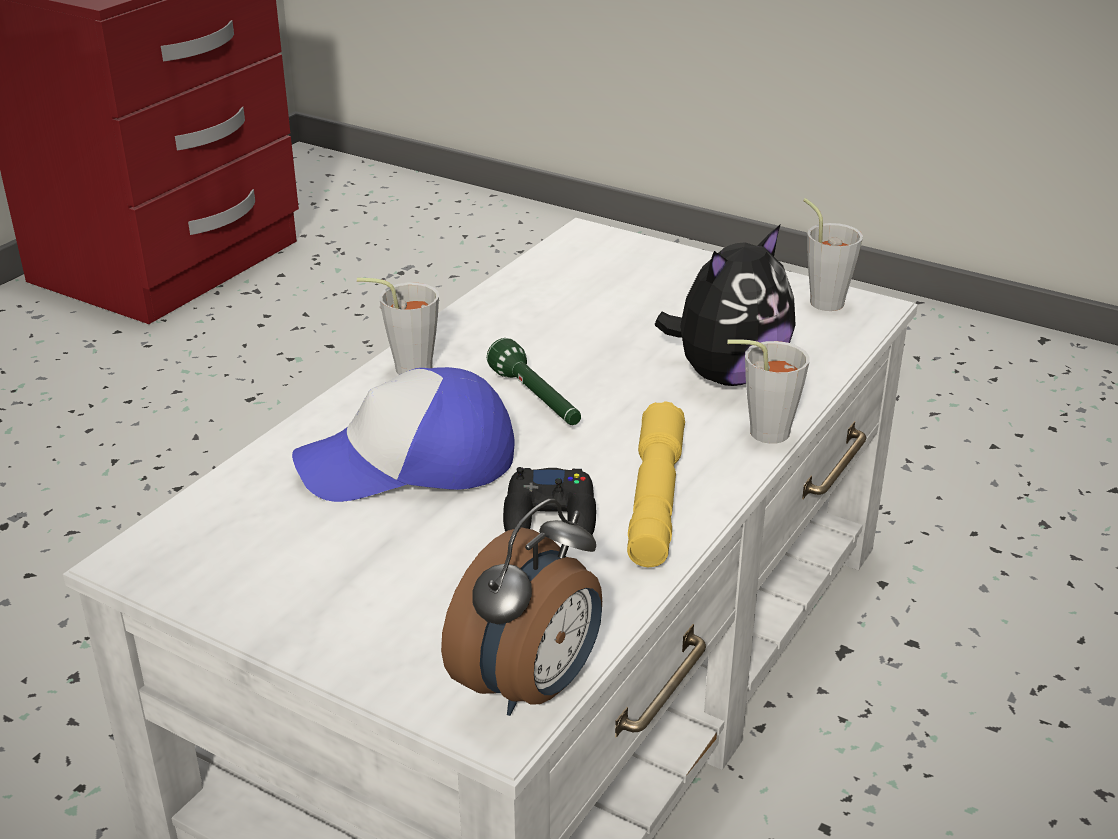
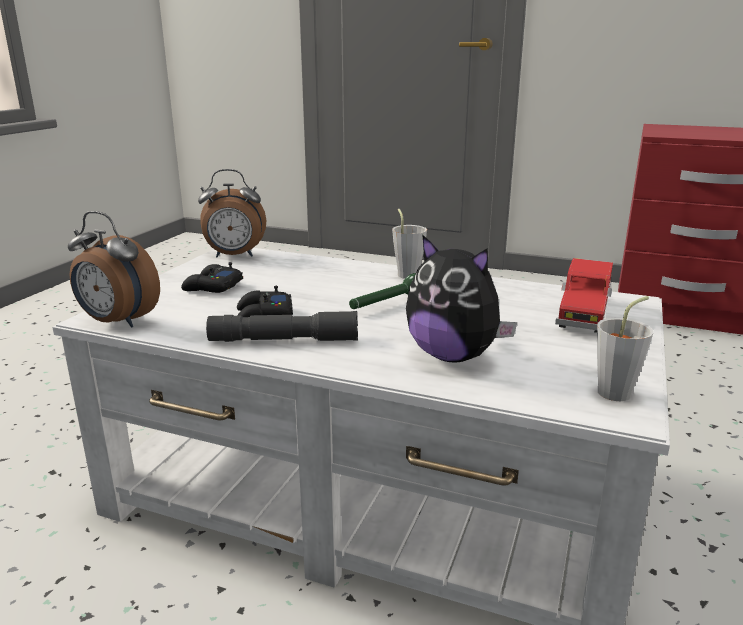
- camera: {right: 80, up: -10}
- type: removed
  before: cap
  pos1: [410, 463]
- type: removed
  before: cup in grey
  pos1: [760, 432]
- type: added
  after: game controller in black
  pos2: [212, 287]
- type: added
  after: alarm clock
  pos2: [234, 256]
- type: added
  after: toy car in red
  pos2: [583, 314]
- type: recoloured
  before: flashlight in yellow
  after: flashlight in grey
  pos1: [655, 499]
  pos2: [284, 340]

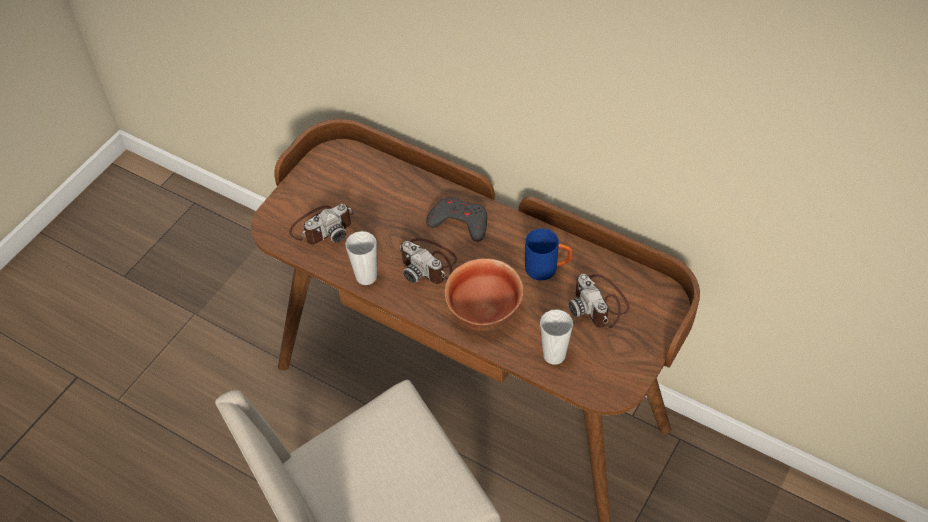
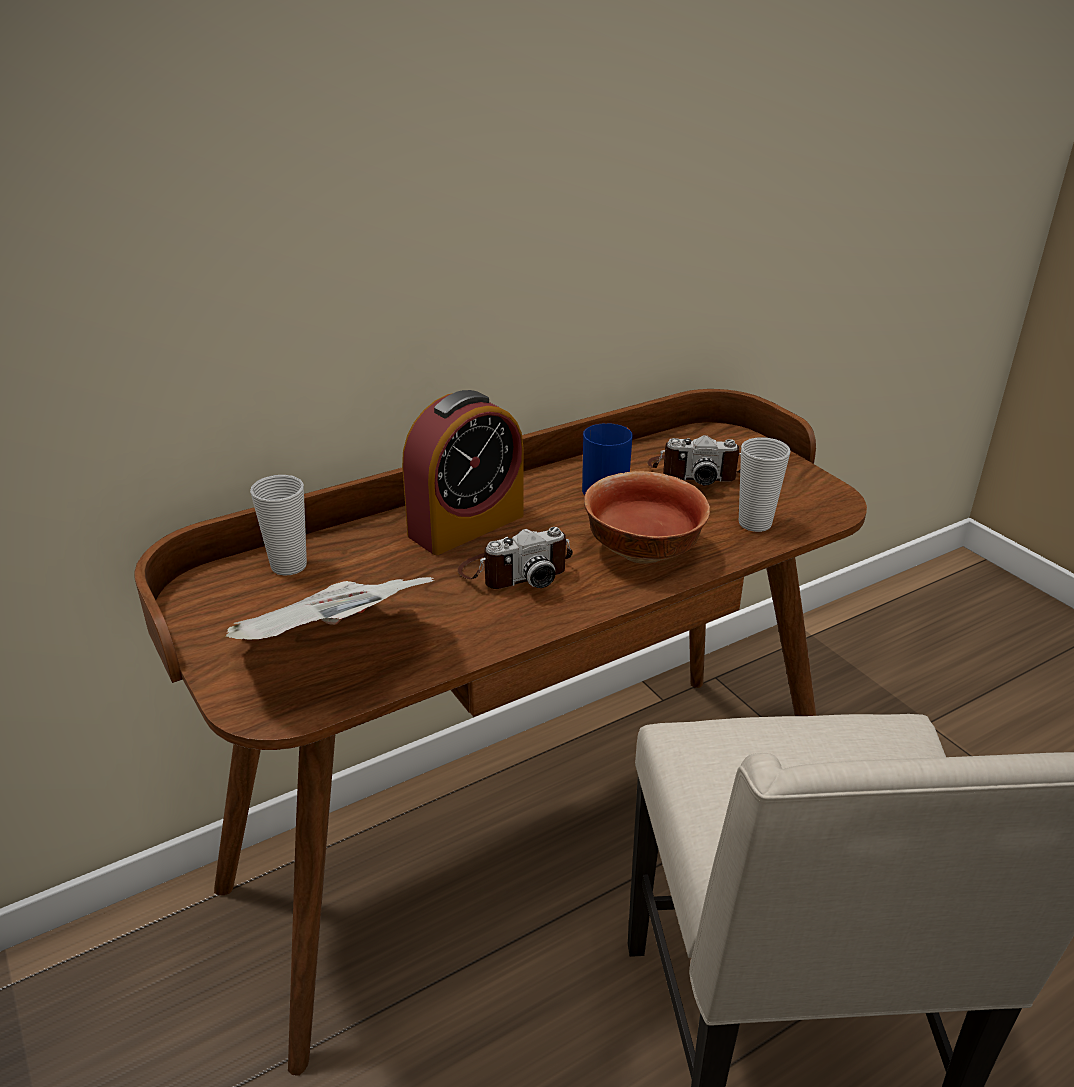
- camera: {right: -65, up: -20}
- type: moved
  before: cup
  pos1: [366, 277]
  pos2: [289, 566]
- type: replaced
  before: photo camera
  after: newspaper
  pos1: [322, 227]
  pos2: [335, 649]
- type: replaced
  before: game controller in grey
  after: alarm clock
  pos1: [459, 222]
  pos2: [466, 525]

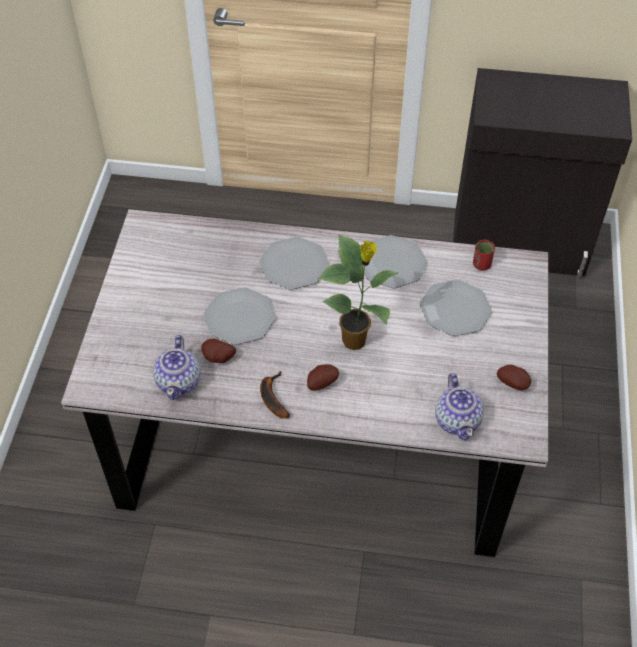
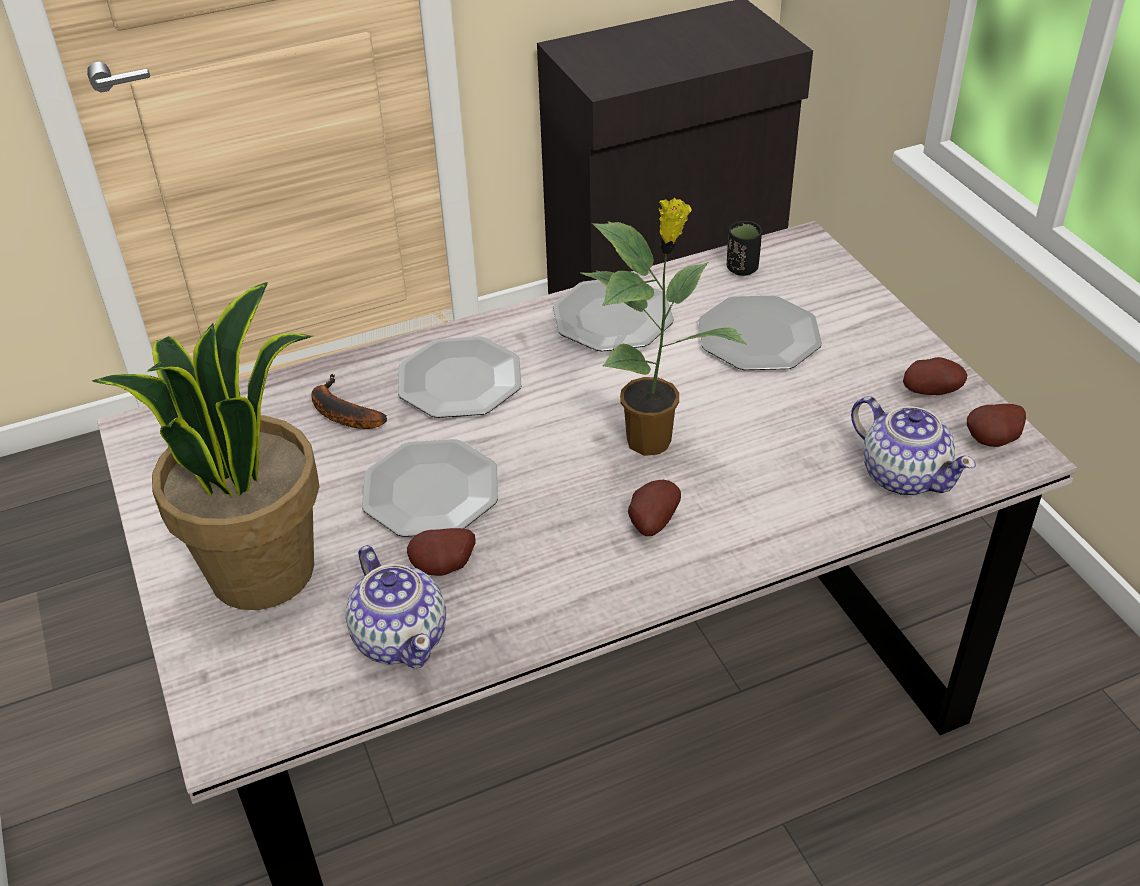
- camera: {right: -30, up: -10}
- type: added
  after: potted plant
  pos2: [262, 569]
- type: added
  after: potato
  pos2: [994, 442]
- type: moved
  before: banana
  pos1: [272, 397]
  pos2: [340, 412]
- type: recoloured
  before: cup in red
  after: cup in black
  pos1: [481, 264]
  pos2: [742, 268]

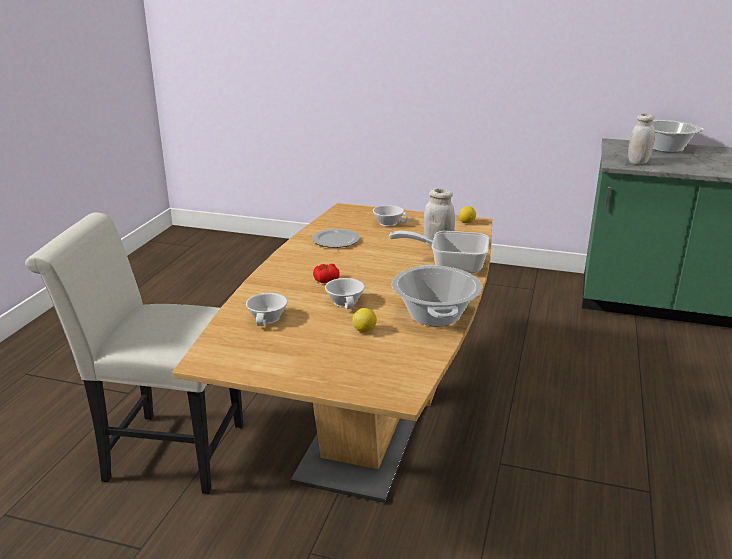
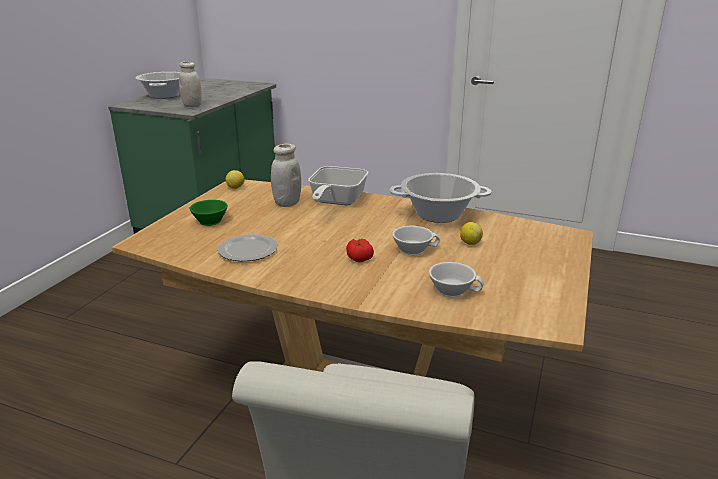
- camera: {right: -85, up: 0}
- type: recoloured
  before: cup in white
  after: cup in green
  pos1: [389, 222]
  pos2: [210, 220]

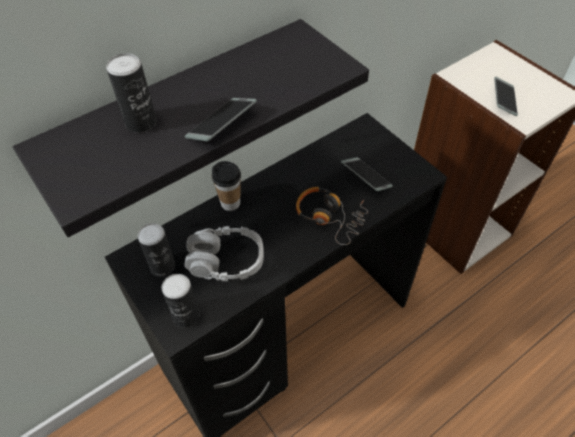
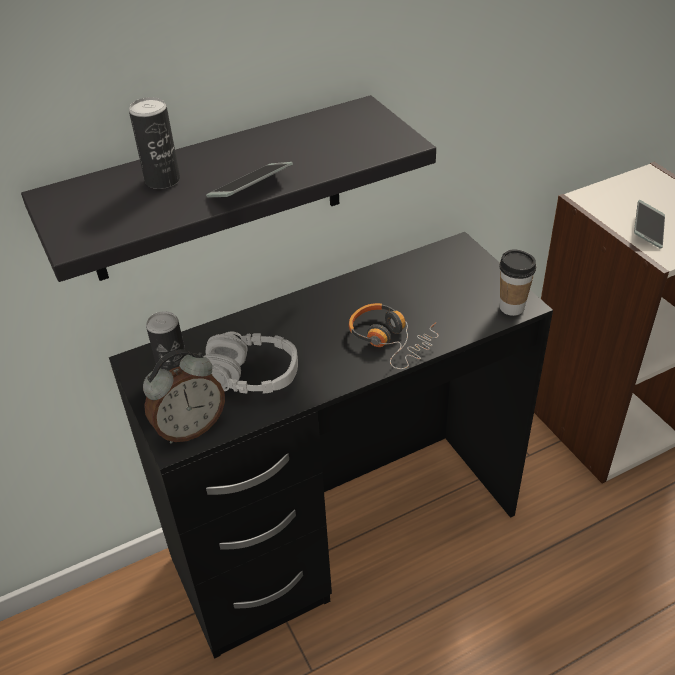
- camera: {right: 10, up: -10}
- type: removed
  before: phone
  pos1: [366, 178]
- type: moved
  before: cup
  pos1: [230, 203]
  pos2: [511, 307]
- type: replaced
  before: can
  after: alarm clock
  pos1: [186, 316]
  pos2: [190, 428]

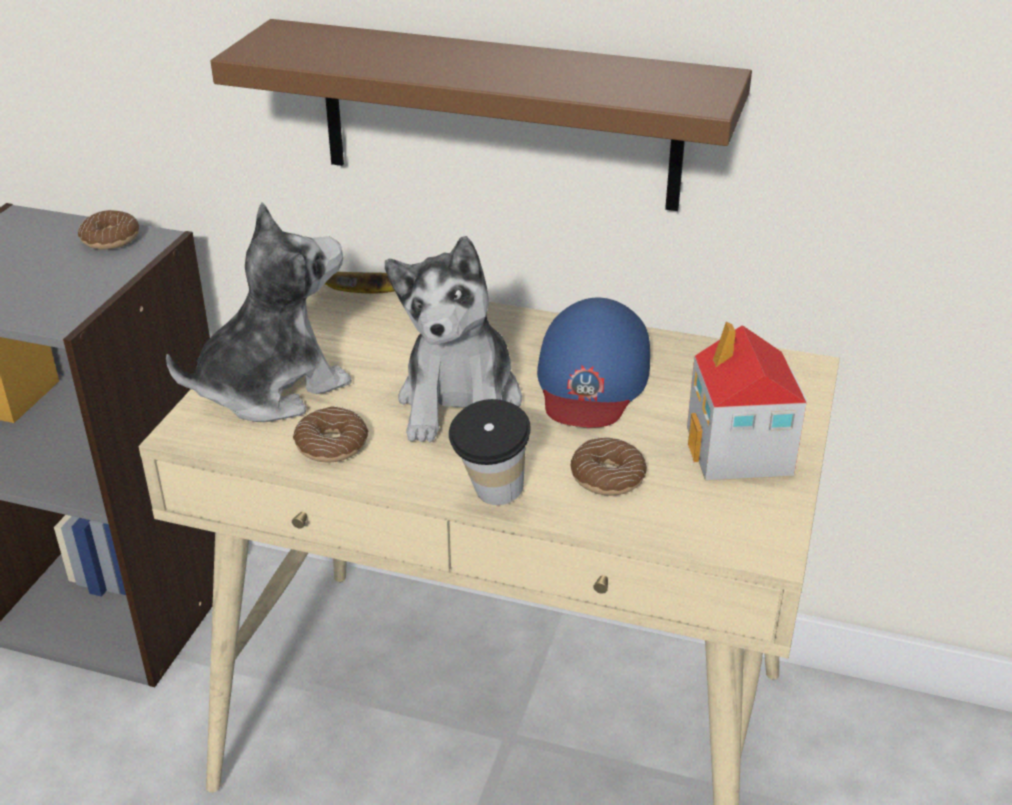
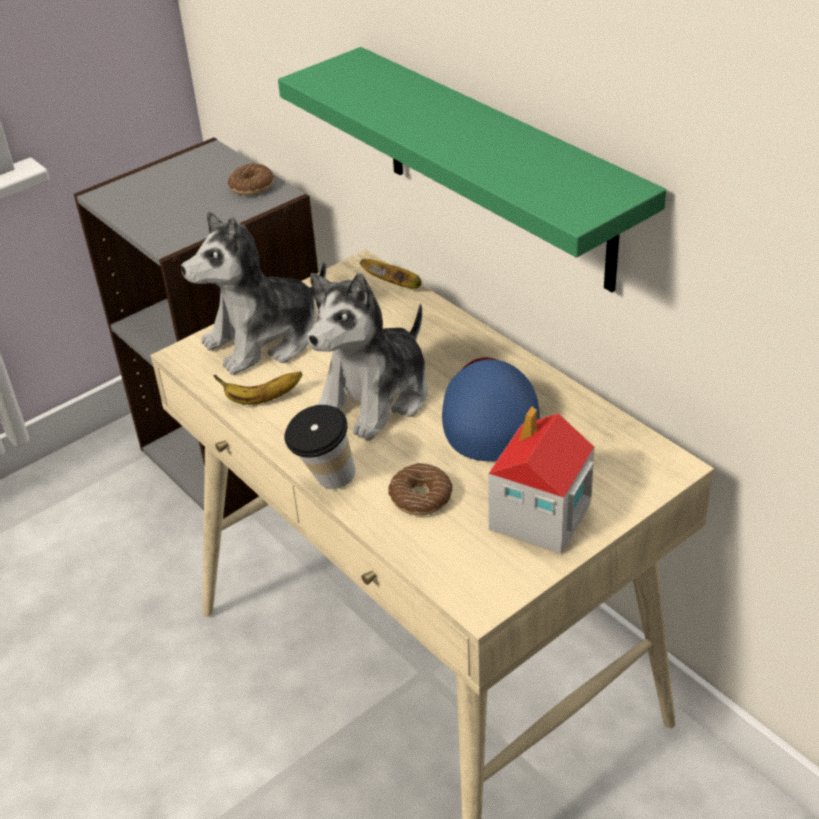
- camera: {right: 35, up: 5}
- type: replaced
  before: donut
  after: banana
  pos1: [331, 445]
  pos2: [262, 399]
- type: recoloured
  before: shelf in brown
  after: shelf in green
  pos1: [499, 116]
  pos2: [497, 169]
- type: turned
  before: plush toy
  pos1: [271, 388]
  pos2: [264, 340]
  turn: 150
- type: turned
  before: cap in blue
  pos1: [591, 378]
  pos2: [489, 412]
  turn: 135

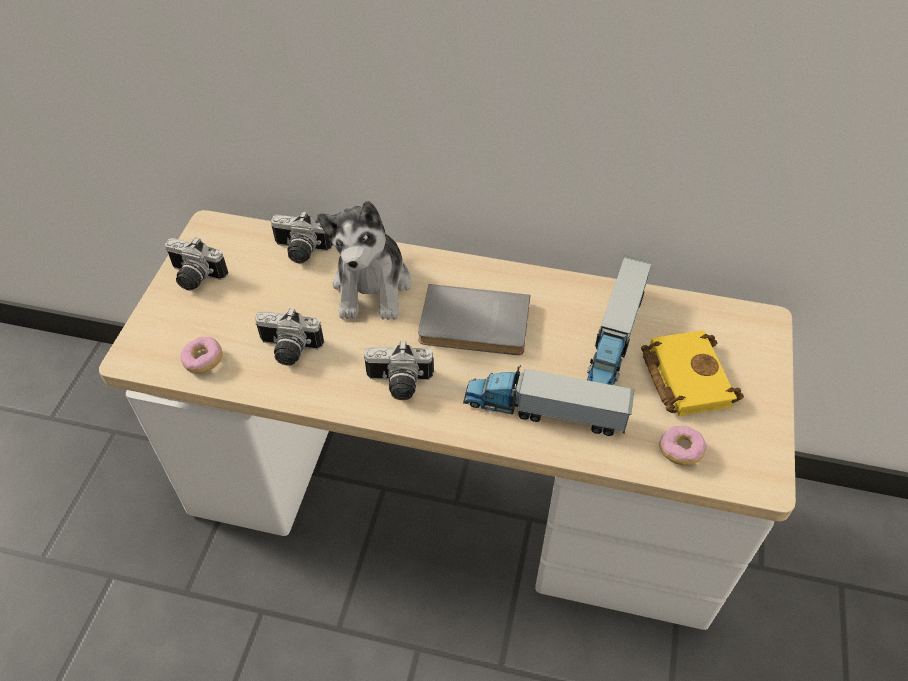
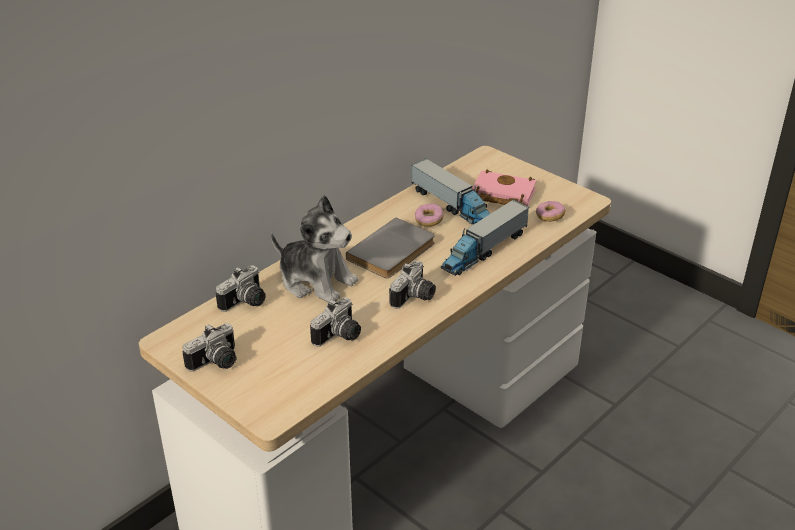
- camera: {right: -60, up: -15}
- type: moved
  before: donut
  pos1: [203, 361]
  pos2: [428, 220]
- type: recoloured
  before: book in yellow
  after: book in pink
  pos1: [684, 376]
  pos2: [501, 195]

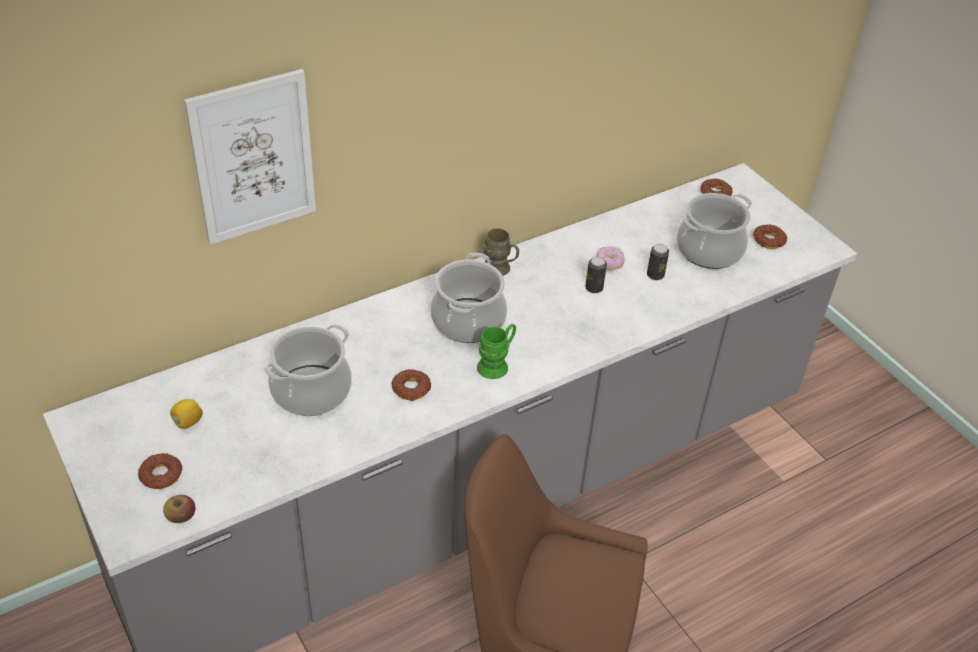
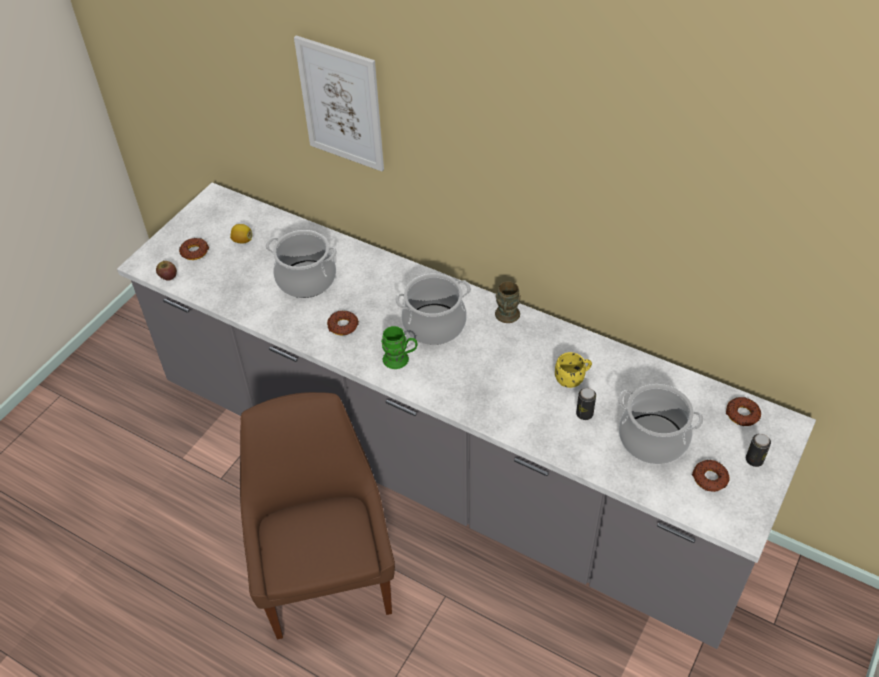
- camera: {right: 65, up: 5}
- type: moved
  before: can
  pos1: [594, 288]
  pos2: [754, 460]
- type: replaced
  before: donut
  after: mug in yellow
  pos1: [609, 263]
  pos2: [573, 378]

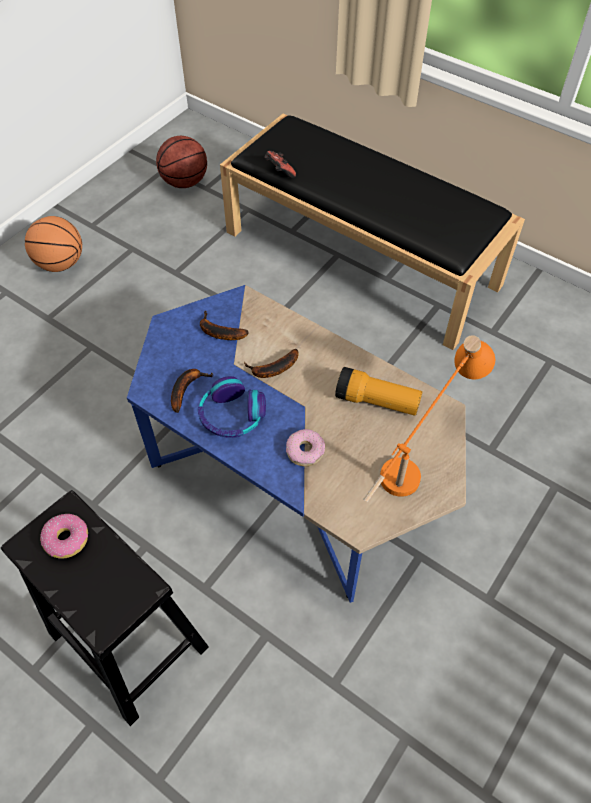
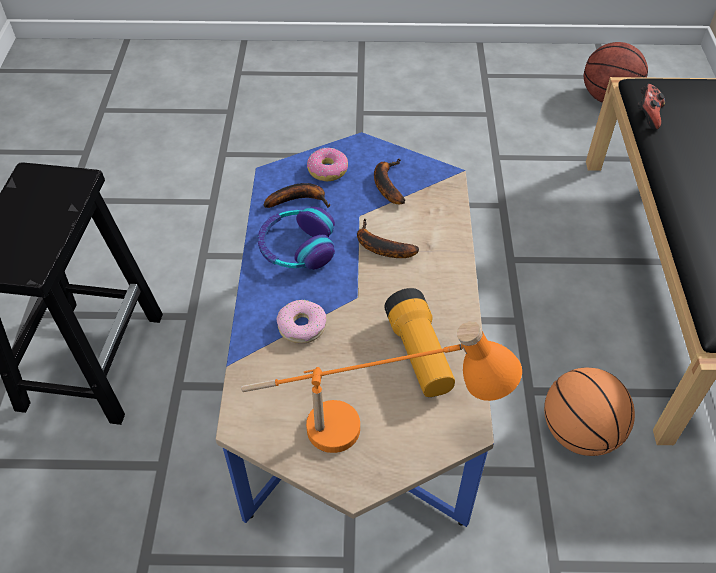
- camera: {right: 55, up: -5}
- type: moved
  before: basketball
  pos1: [61, 264]
  pos2: [579, 433]
- type: moved
  before: donut
  pos1: [67, 539]
  pos2: [328, 170]

